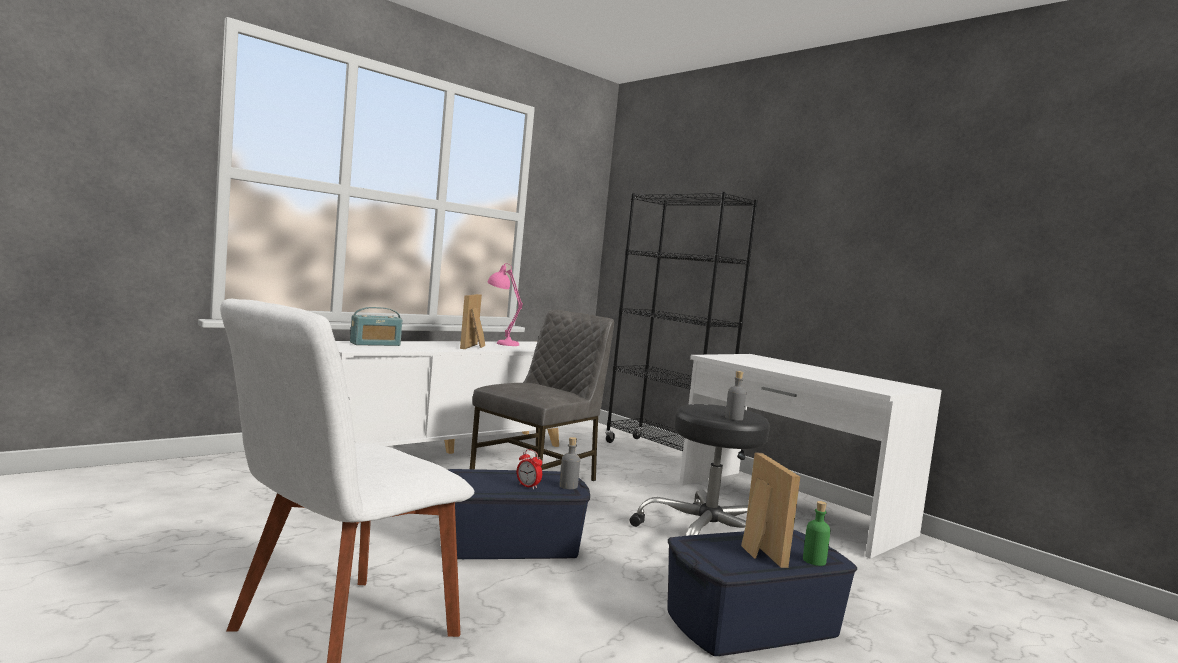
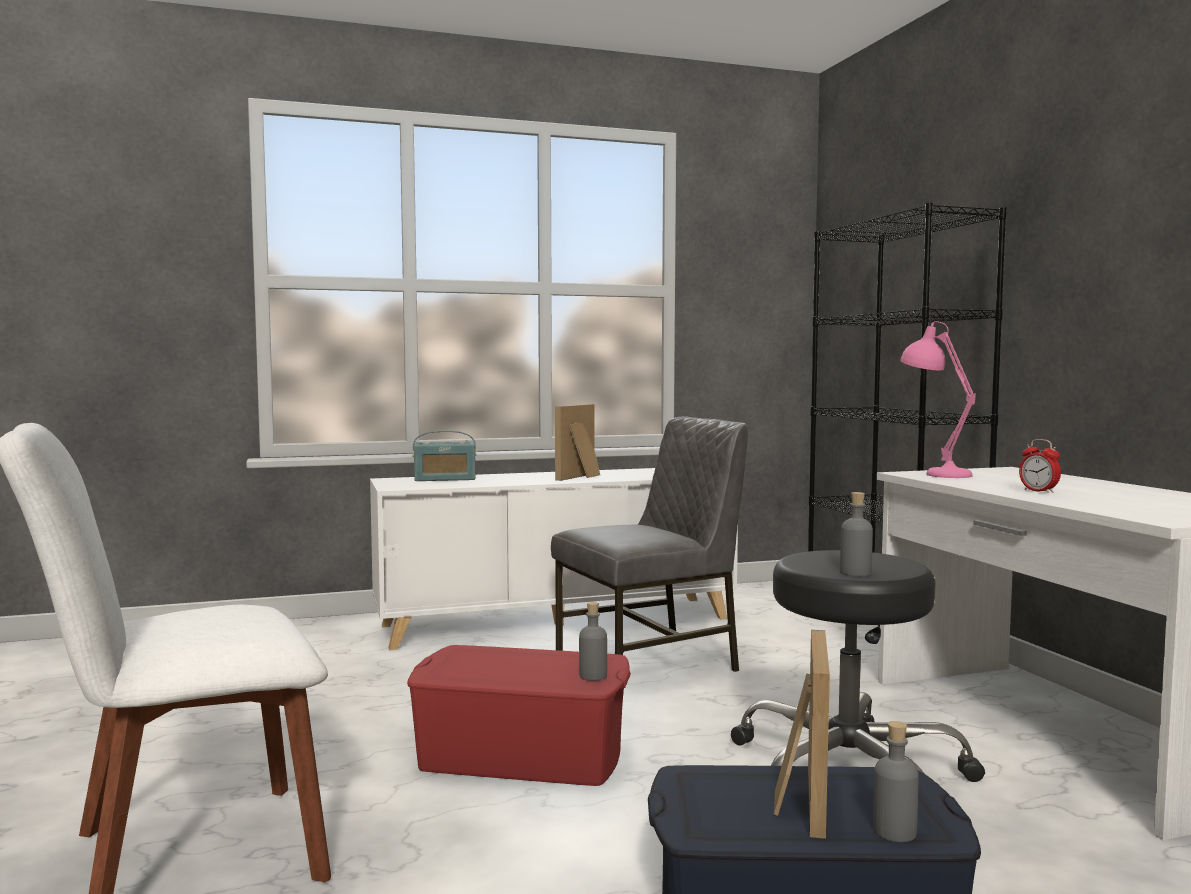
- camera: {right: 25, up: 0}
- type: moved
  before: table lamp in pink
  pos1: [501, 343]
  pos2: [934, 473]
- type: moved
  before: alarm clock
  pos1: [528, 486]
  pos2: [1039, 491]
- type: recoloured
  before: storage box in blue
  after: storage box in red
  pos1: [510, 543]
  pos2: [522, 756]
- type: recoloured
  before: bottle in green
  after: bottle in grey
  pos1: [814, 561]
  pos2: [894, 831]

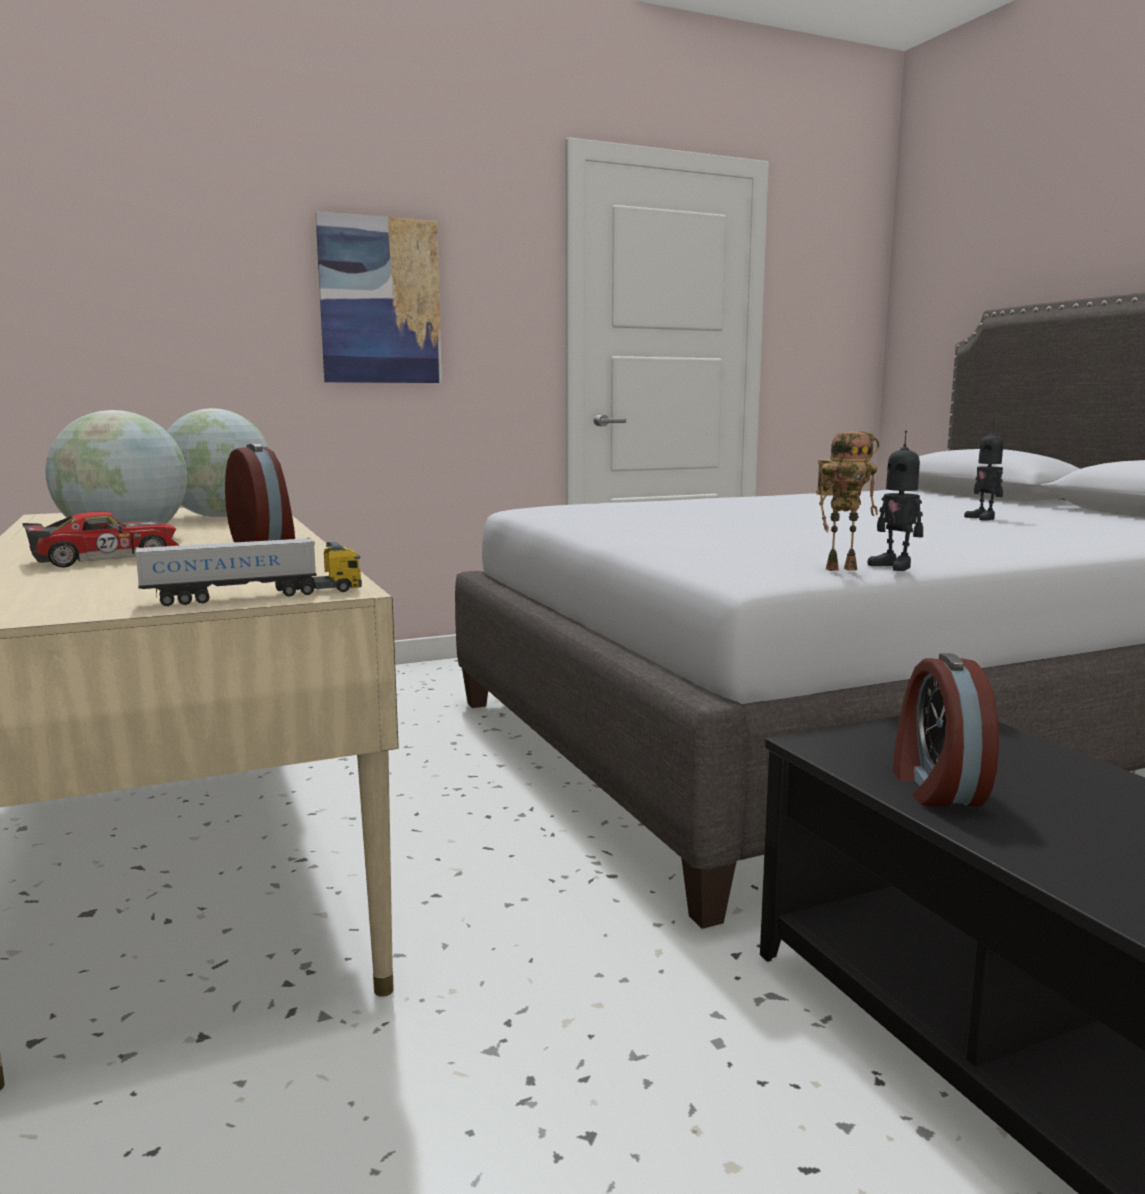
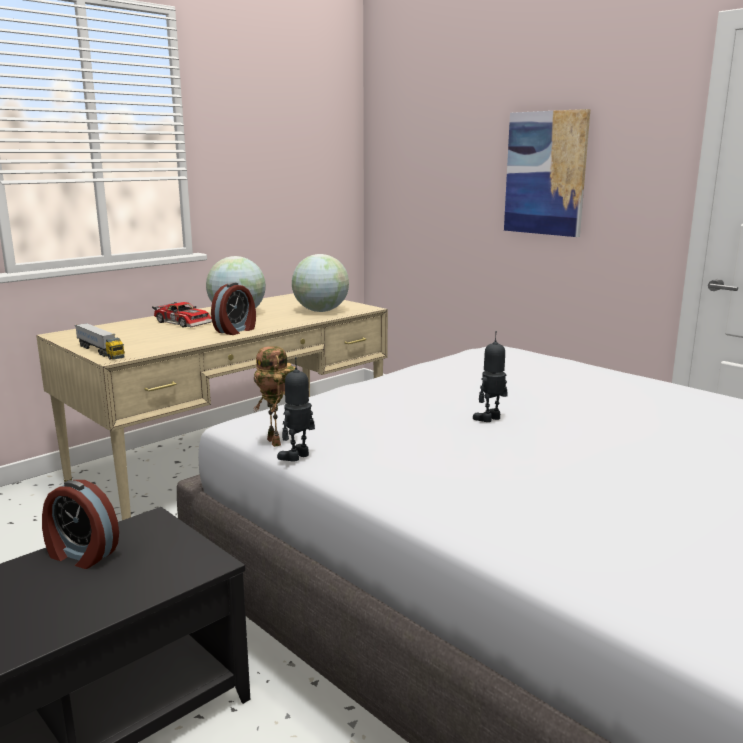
- camera: {right: 70, up: 5}
- type: moved
  before: toy robot
  pos1: [983, 518]
  pos2: [490, 419]
- type: turned
  before: alarm clock
  pos1: [935, 787]
  pos2: [81, 555]
  turn: -135

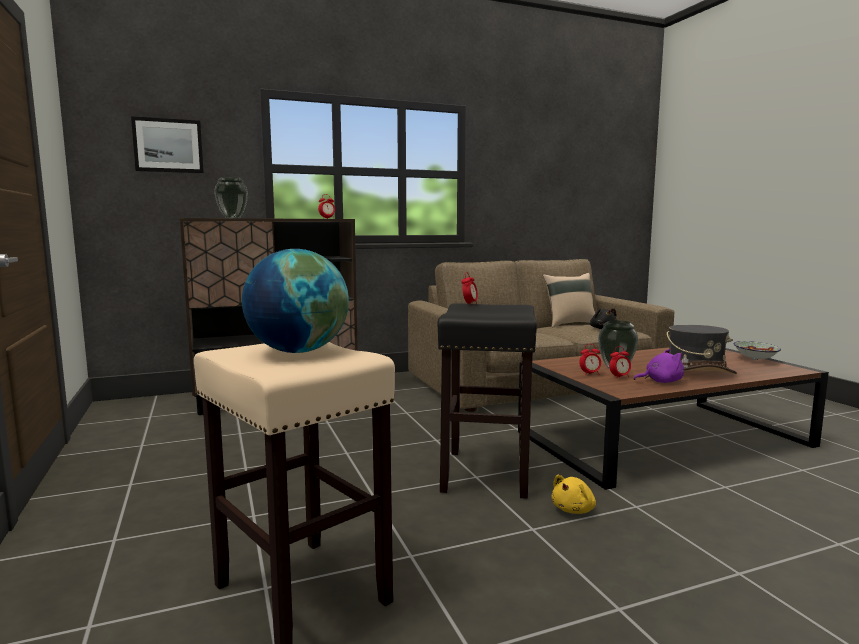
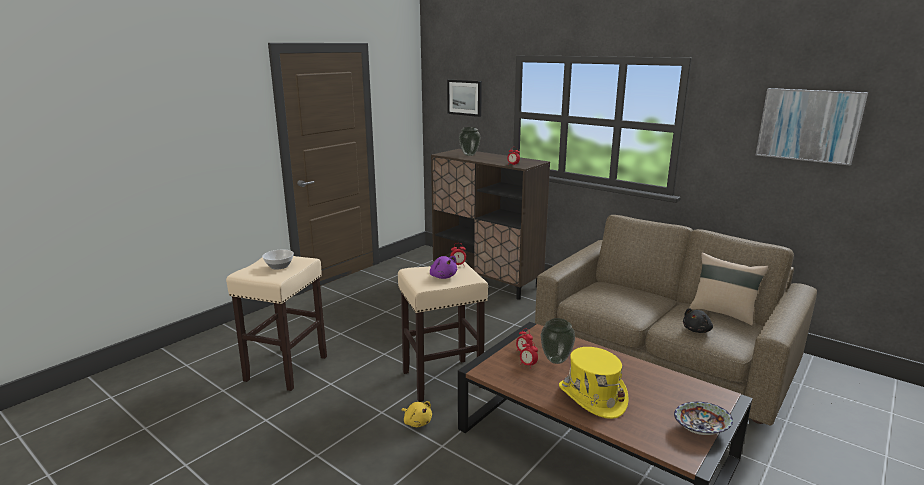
- camera: {right: 60, up: 10}
- type: added
  after: picture
  pos2: [808, 125]
- type: moved
  before: plush toy in purple
  pos1: [661, 381]
  pos2: [443, 276]
- type: replaced
  before: globe
  after: bowl
  pos1: [298, 351]
  pos2: [280, 266]
- type: recoloured
  before: stool in black
  after: stool in beige
  pos1: [485, 472]
  pos2: [443, 379]
- type: recoloured
  before: hat in grey
  after: hat in yellow
  pos1: [695, 372]
  pos2: [592, 397]
- type: turned
  before: plush toy in yellow
  pos1: [574, 509]
  pos2: [417, 422]
  turn: -150

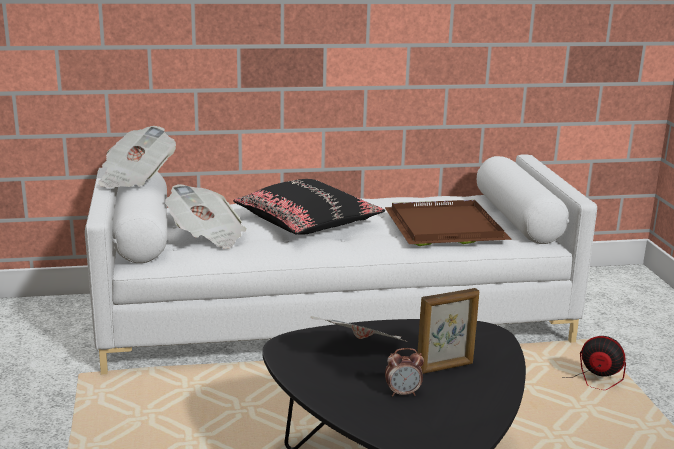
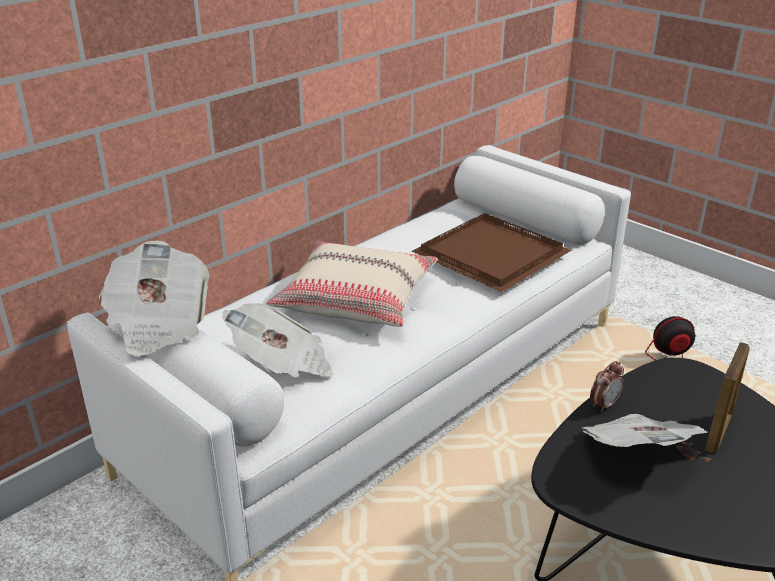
- camera: {right: -35, up: 10}
- type: moved
  before: alarm clock
  pos1: [403, 393]
  pos2: [604, 405]
- type: recoloured
  before: pillow in black
  after: pillow in beige
  pos1: [308, 222]
  pos2: [356, 298]

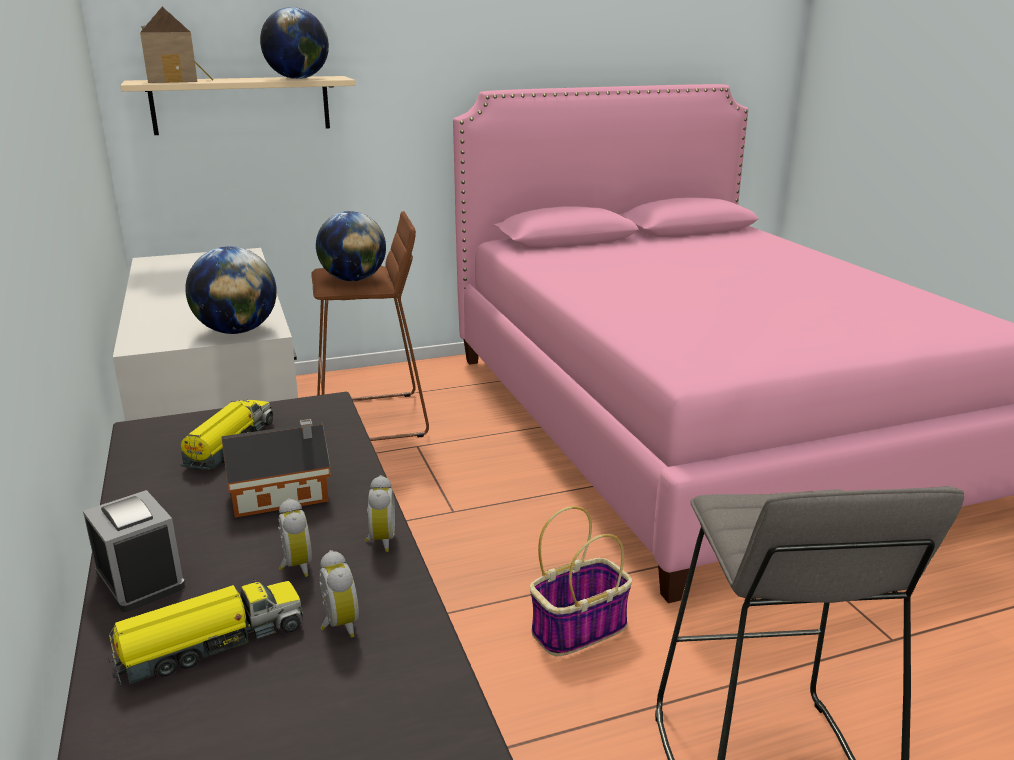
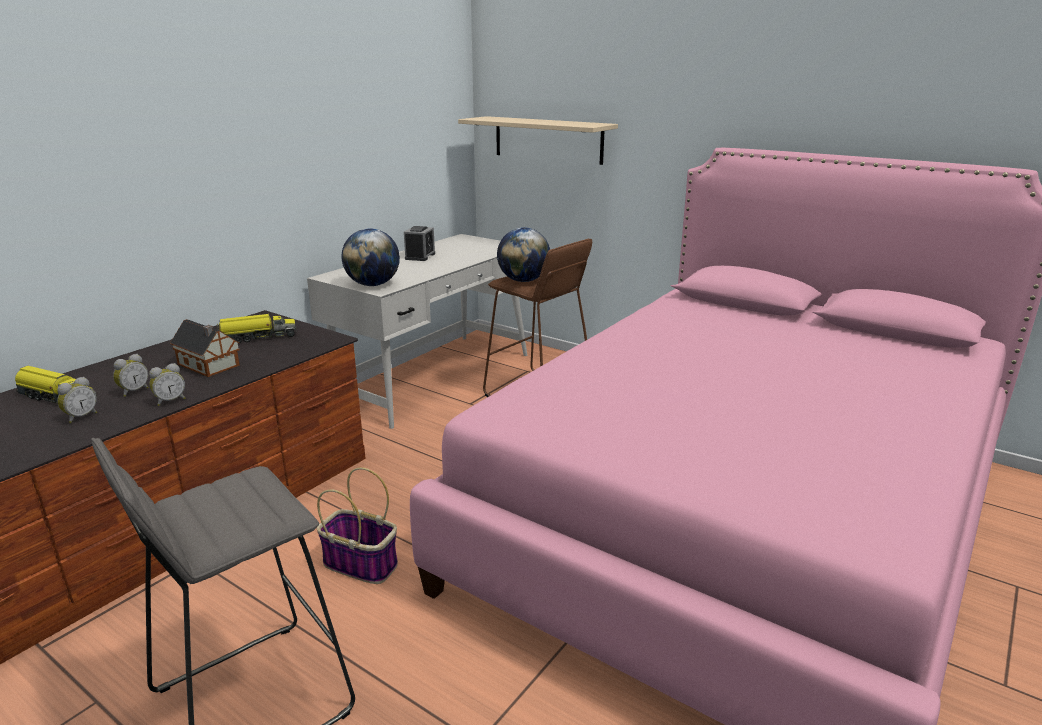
- camera: {right: 55, up: 0}
- type: removed
  before: toy house
  pos1: [176, 81]
- type: removed
  before: globe
  pos1: [297, 79]
- type: moved
  before: alarm clock
  pos1: [140, 580]
  pos2: [420, 256]

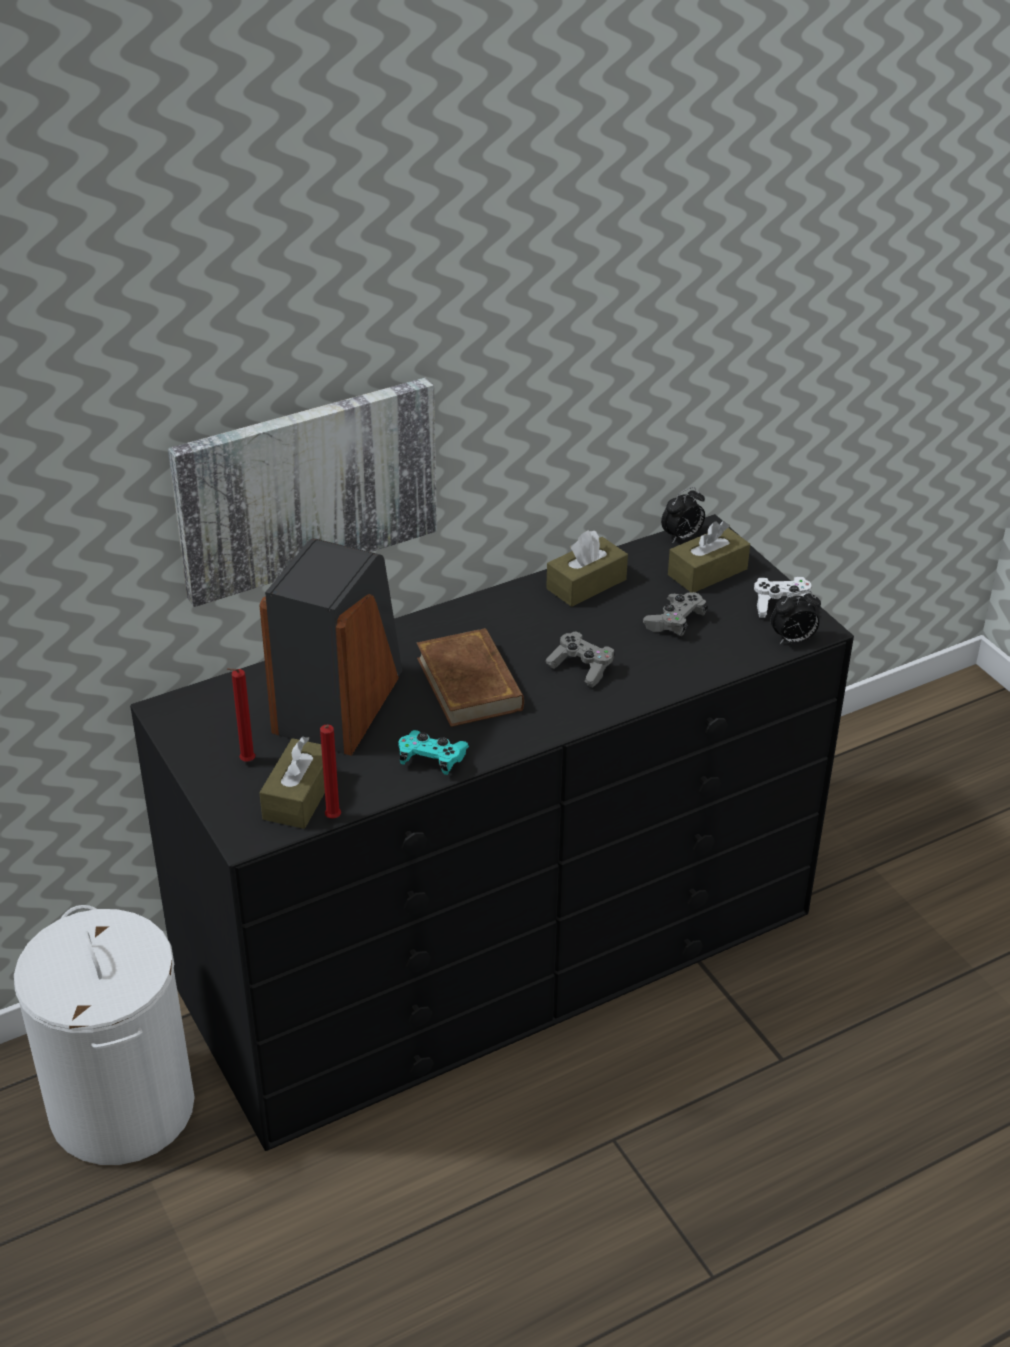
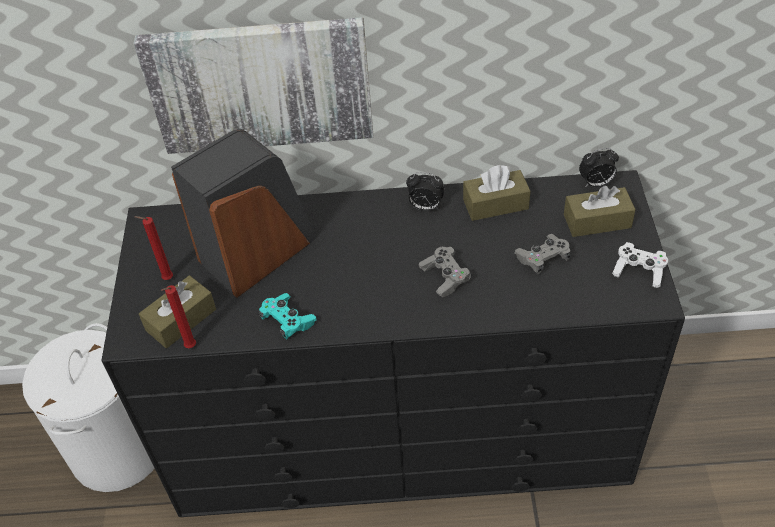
- camera: {right: 30, up: 10}
- type: removed
  before: book in brown
  pos1: [470, 683]
- type: moved
  before: alarm clock
  pos1: [793, 640]
  pos2: [425, 207]

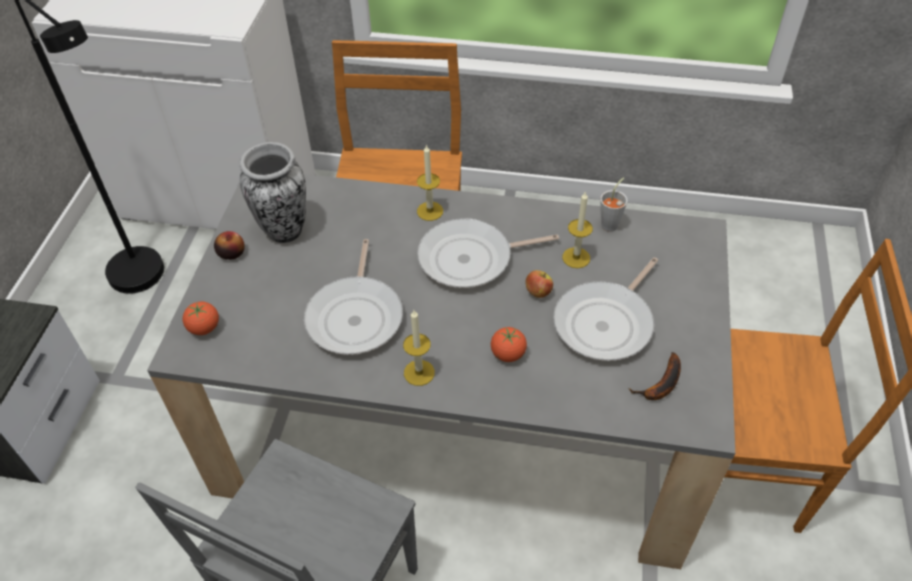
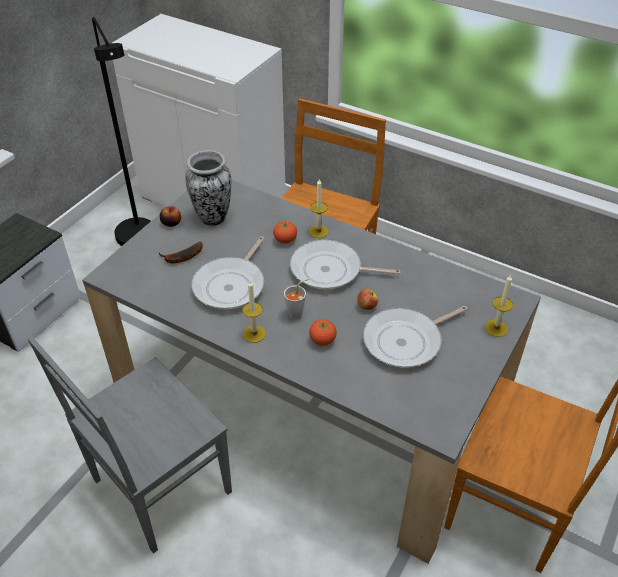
- camera: {right: 20, up: -5}
- type: moved
  before: tomato
  pos1: [204, 328]
  pos2: [285, 240]
- type: moved
  before: candle
  pos1: [576, 257]
  pos2: [496, 328]
- type: moved
  before: cup in grey
  pos1: [611, 223]
  pos2: [298, 313]
- type: moved
  before: banana
  pos1: [661, 385]
  pos2: [181, 257]

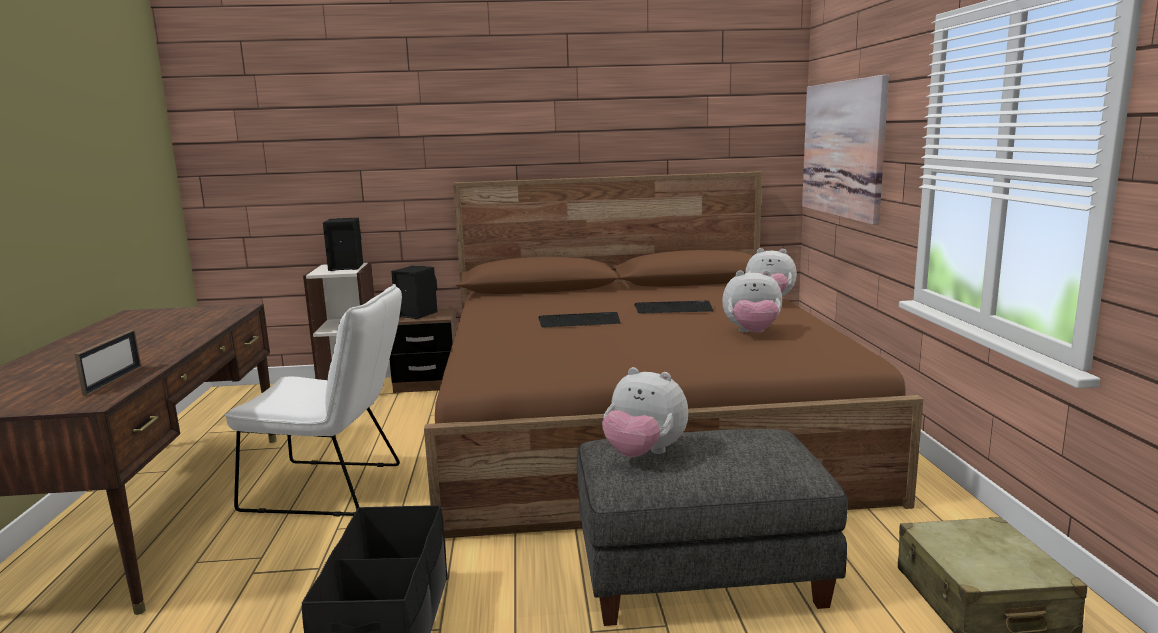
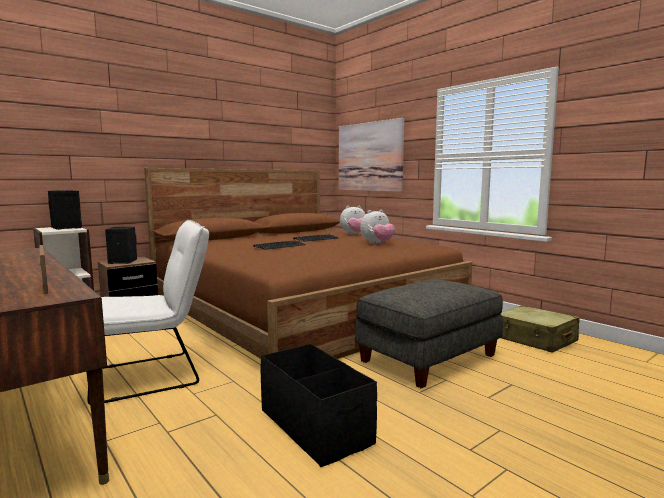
- camera: {right: -35, up: -5}
- type: removed
  before: plush toy
  pos1: [644, 454]

